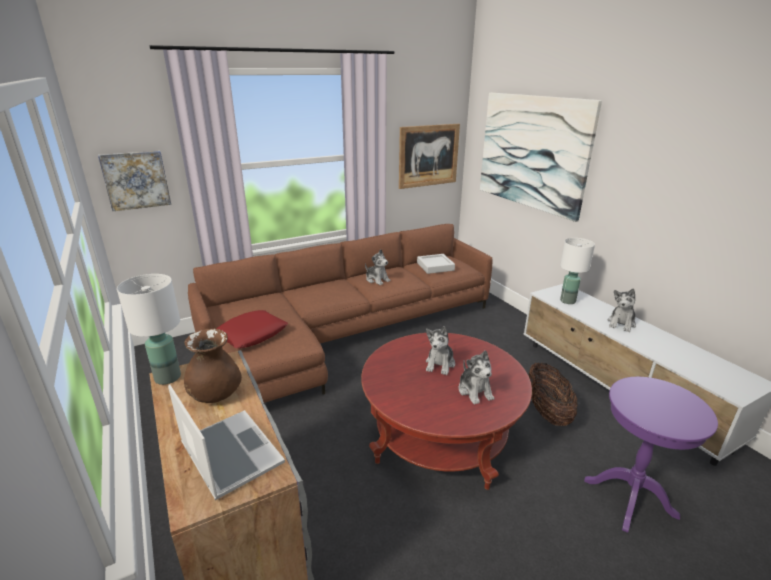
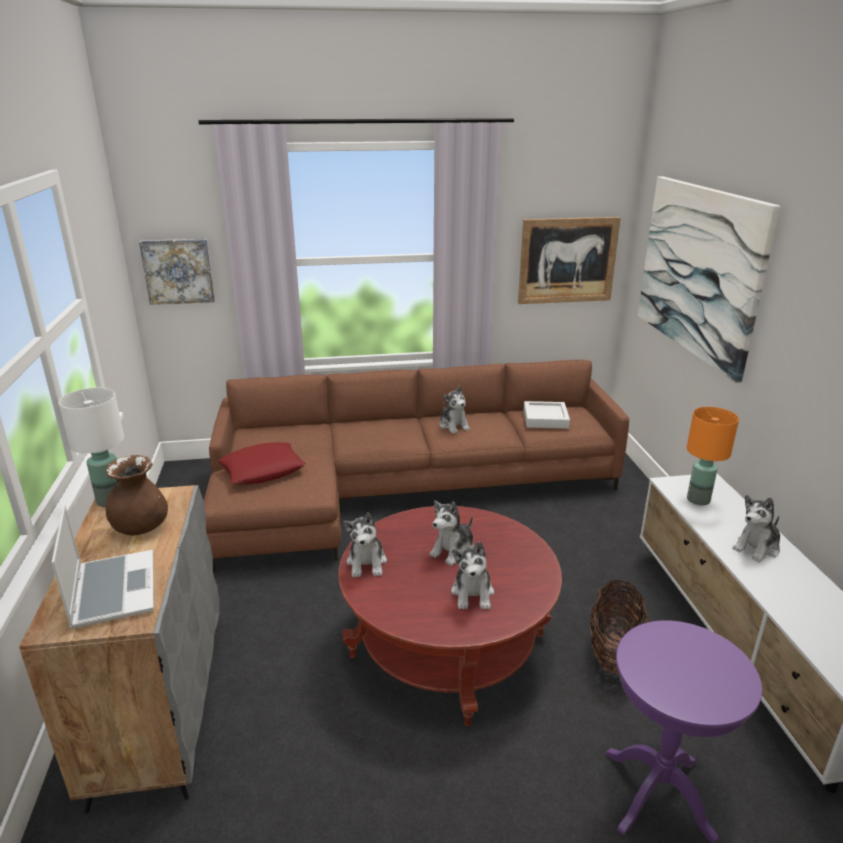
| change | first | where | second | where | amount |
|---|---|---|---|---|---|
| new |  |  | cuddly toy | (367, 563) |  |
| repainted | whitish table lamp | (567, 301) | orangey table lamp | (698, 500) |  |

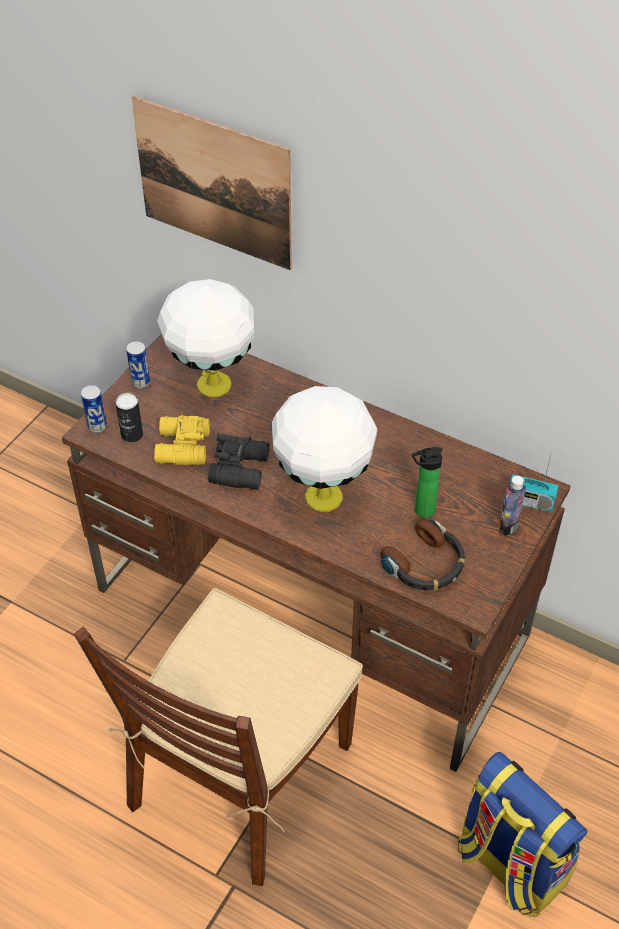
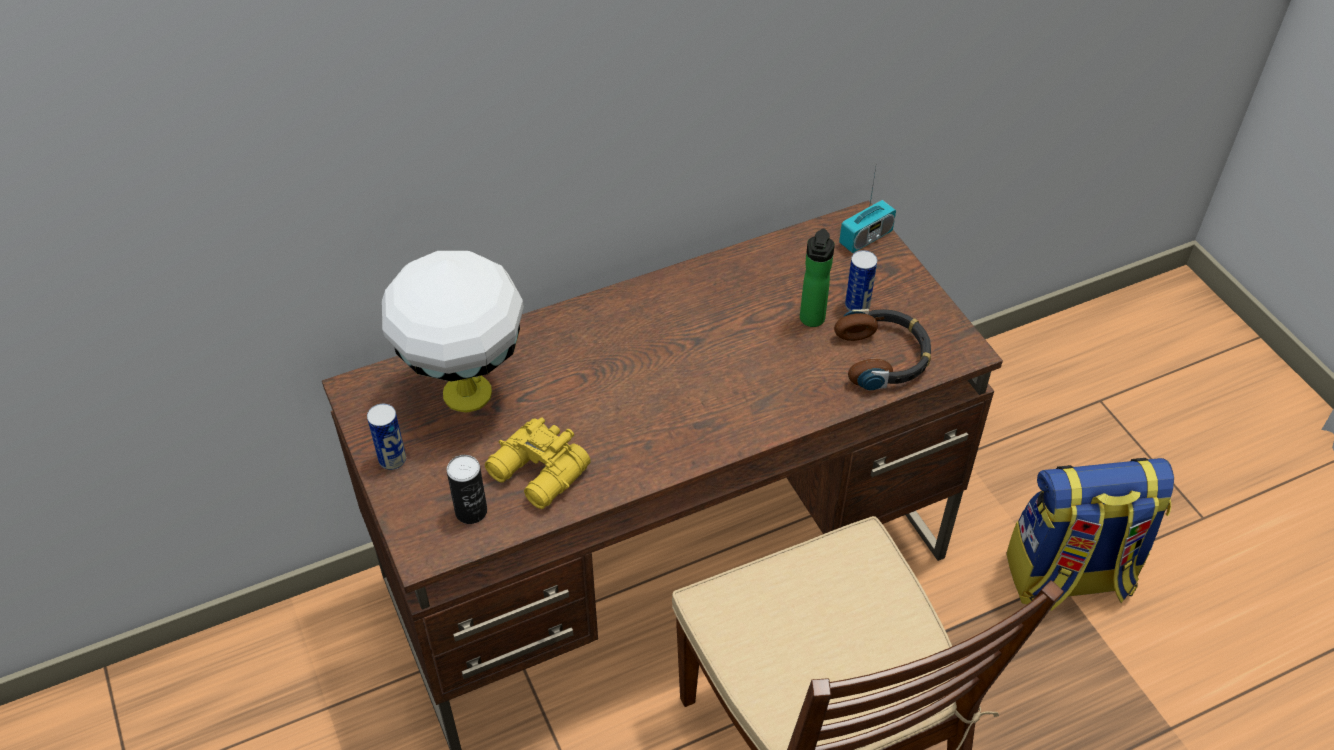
| change | first | where | second | where | amount |
|---|---|---|---|---|---|
| gone | wall picture | (214, 183) |  |  |  |
| gone | blackish field glasses | (241, 468) |  |  |  |
| gone | whitish table lamp | (322, 495) |  |  |  |
| gone | drink bottle | (508, 526) |  |  |  |
| shifted | sealed can | (97, 426) |  | (857, 306) |  |

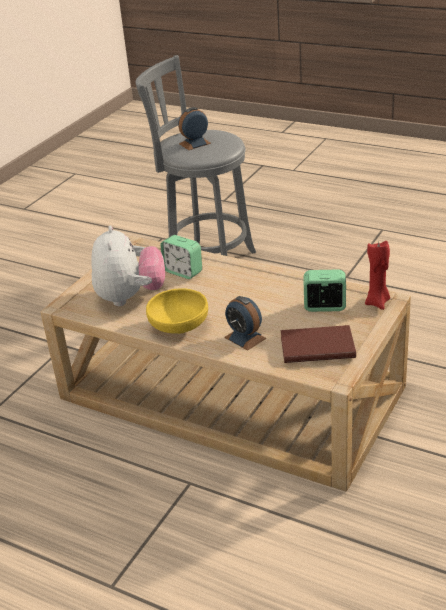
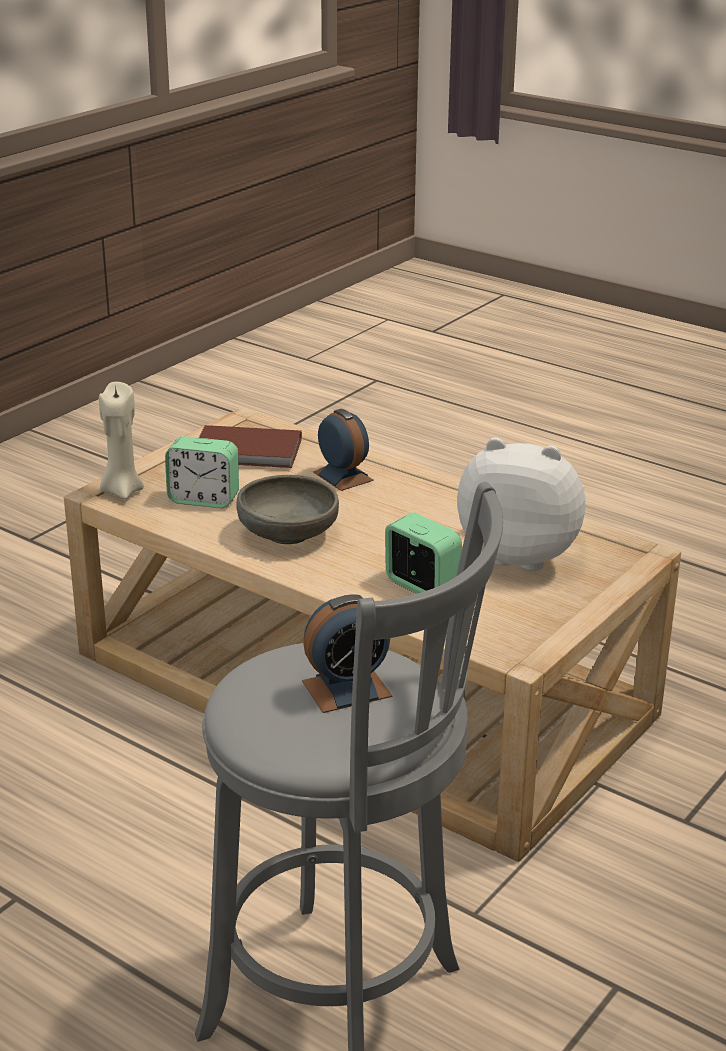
| change | first | where | second | where | amount |
|---|---|---|---|---|---|
| gone | yellowish serving bowl | (179, 326) |  |  |  |
| new |  |  | gray serving bowl | (287, 534) |  |
| repainted | reddish wax light | (377, 302) | beige-coloured wax light | (122, 490) |  |
| rotated | cuddly toy | (130, 297) |  | (521, 554) | 105 degrees clockwise |

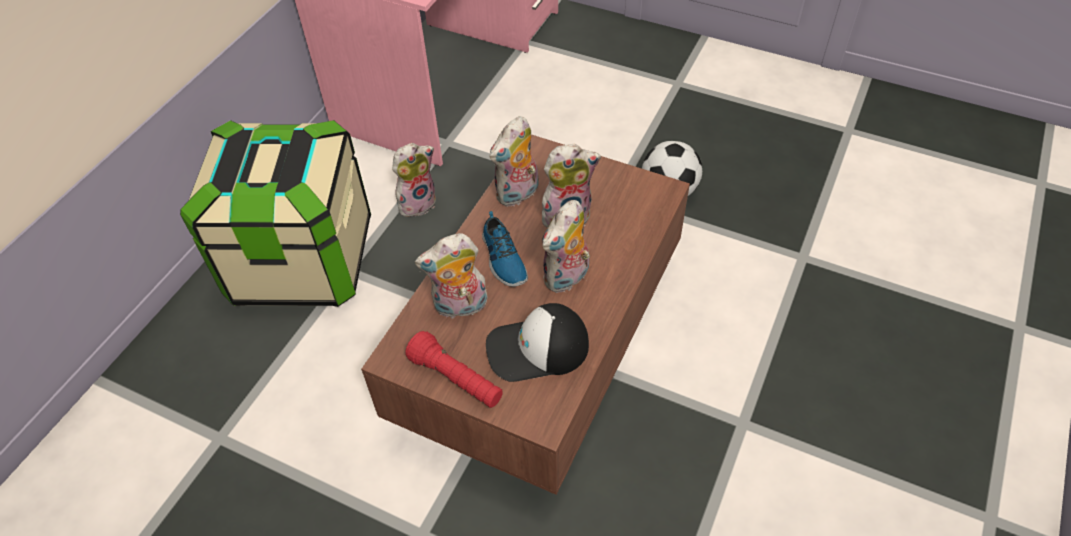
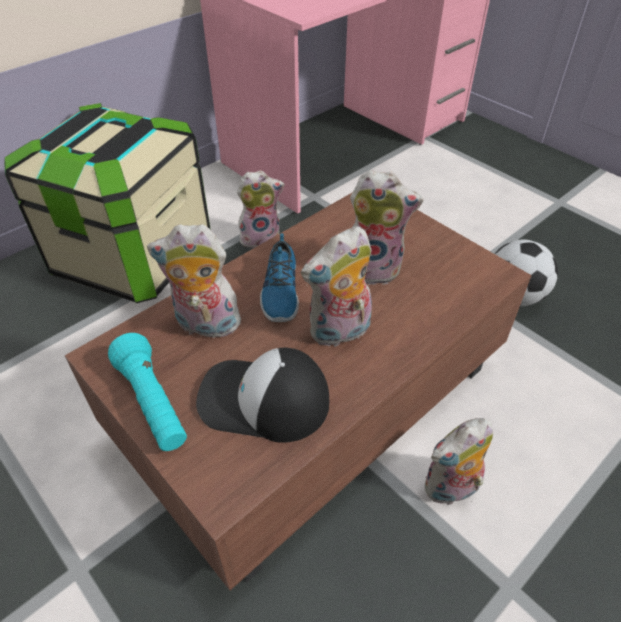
| change | first | where | second | where | amount |
|---|---|---|---|---|---|
| shifted | cuddly toy | (518, 194) |  | (451, 489) |  |
| repainted | reddish flashlight | (456, 379) | turquoise-coloured flashlight | (153, 403) |  |

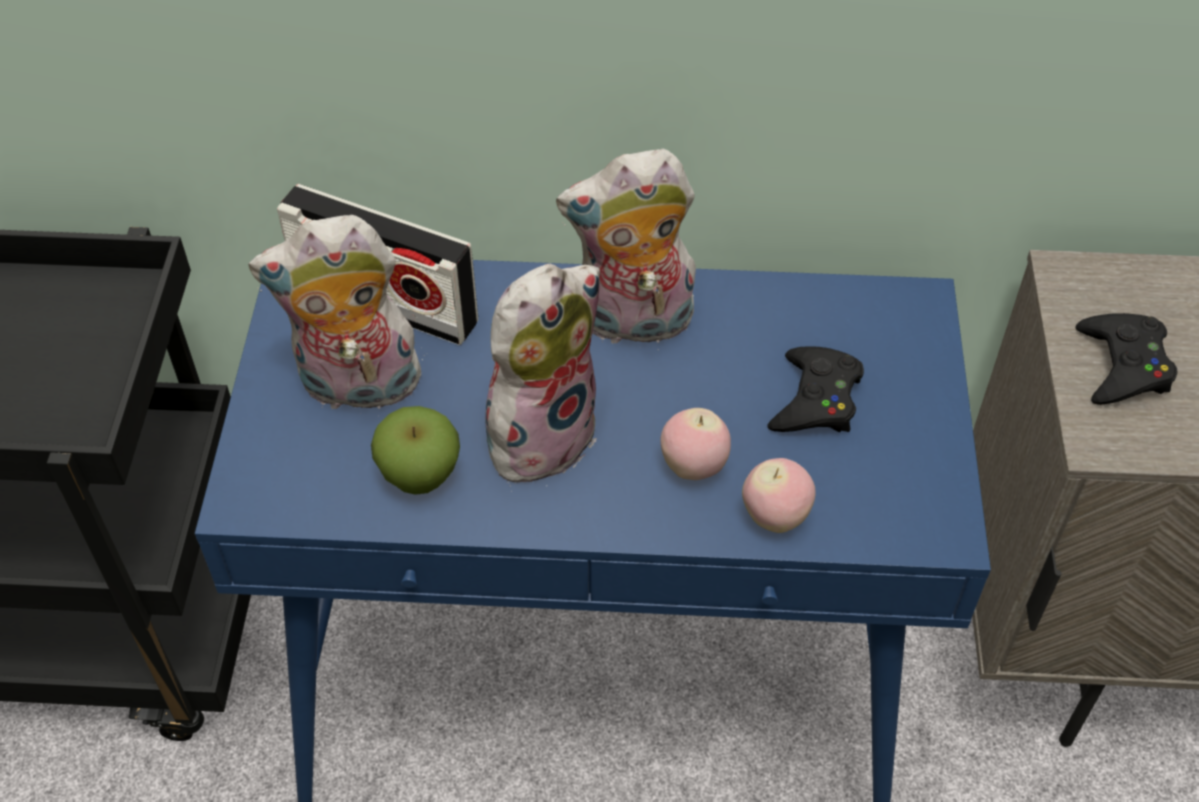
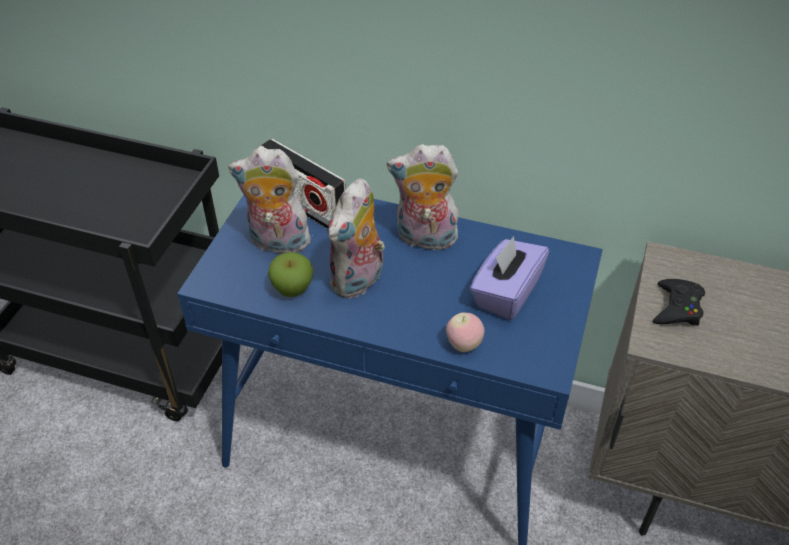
| change | first | where | second | where | amount |
|---|---|---|---|---|---|
| gone | apple | (694, 466) |  |  |  |
| swapped | blackish gamepad | (815, 400) | purple-coloured tissue box | (506, 293) |  |
| rotated | cuddly toy | (540, 433) |  | (359, 281) | 150 degrees clockwise |

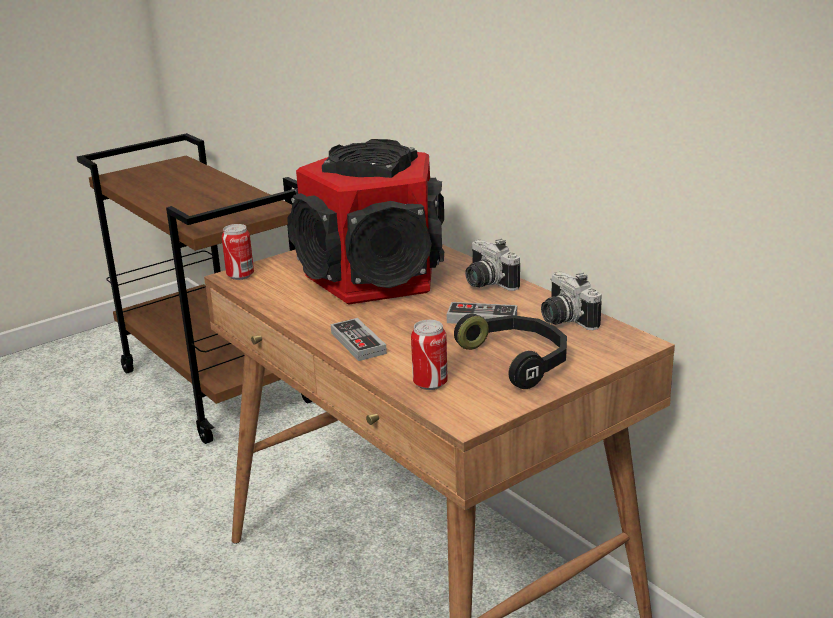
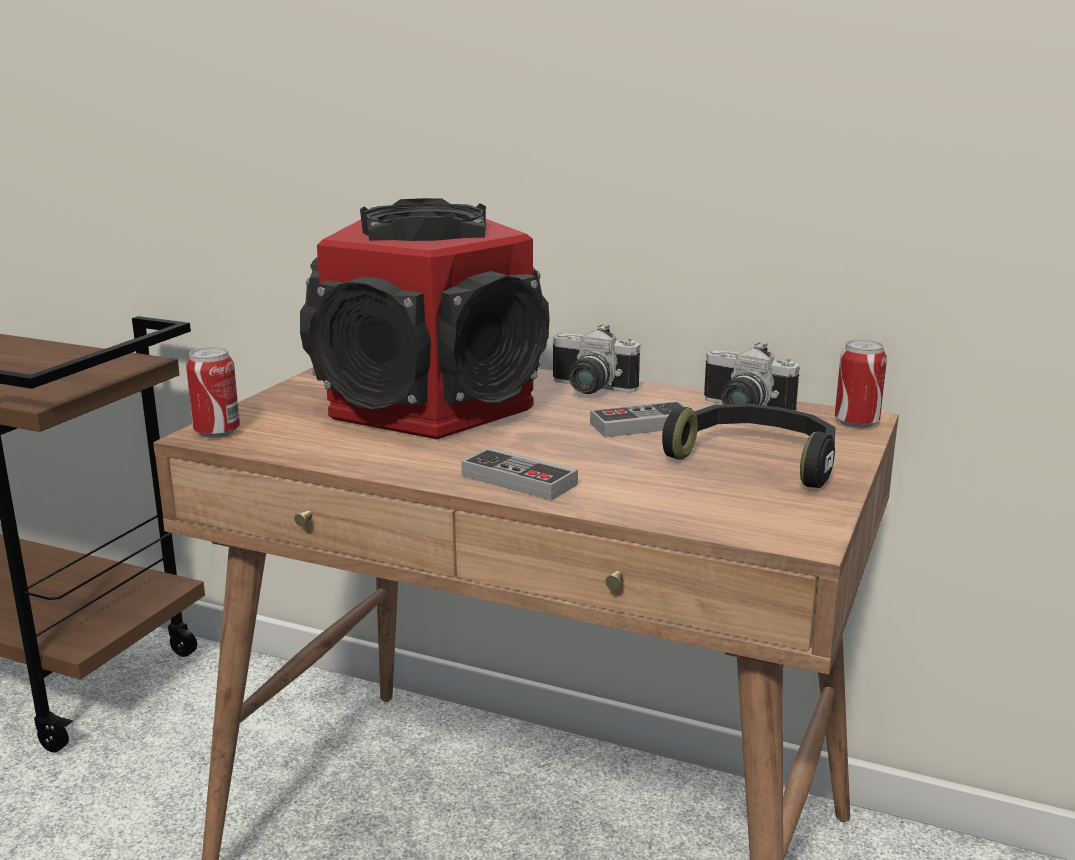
| change | first | where | second | where | amount |
|---|---|---|---|---|---|
| shifted | sealed can | (430, 383) |  | (856, 422) |  |

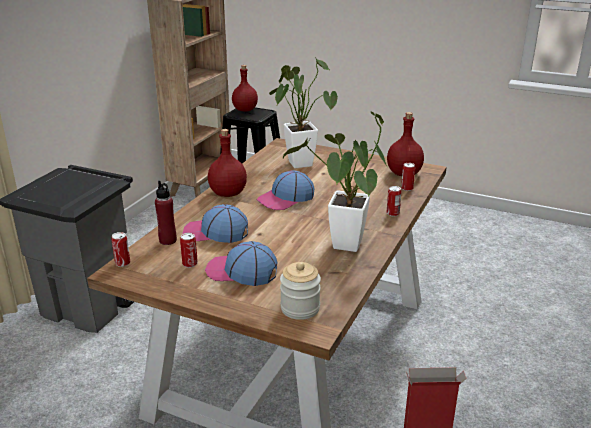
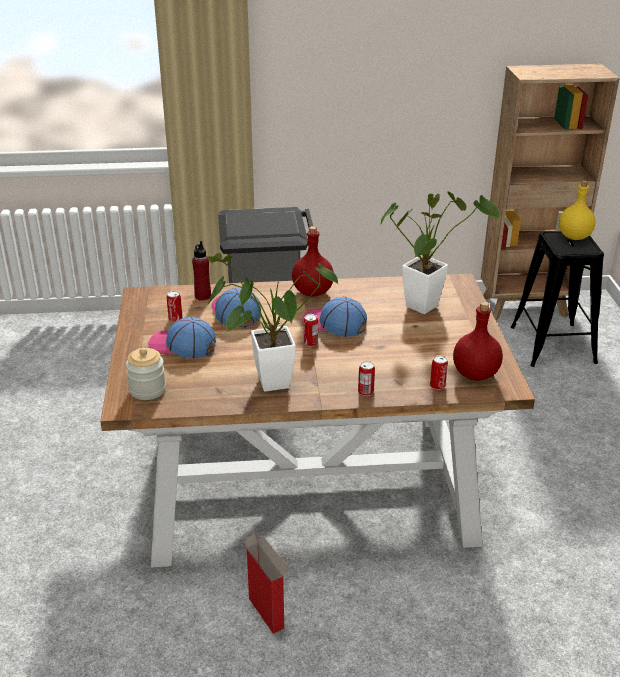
| change | first | where | second | where | amount |
|---|---|---|---|---|---|
| shifted | sealed can | (122, 263) |  | (310, 343) |  |
| repainted | reddish drink bottle | (245, 110) | yellowish drink bottle | (574, 237) |  |
| rotated | cap | (241, 271) |  | (182, 345) | 60 degrees counterclockwise |

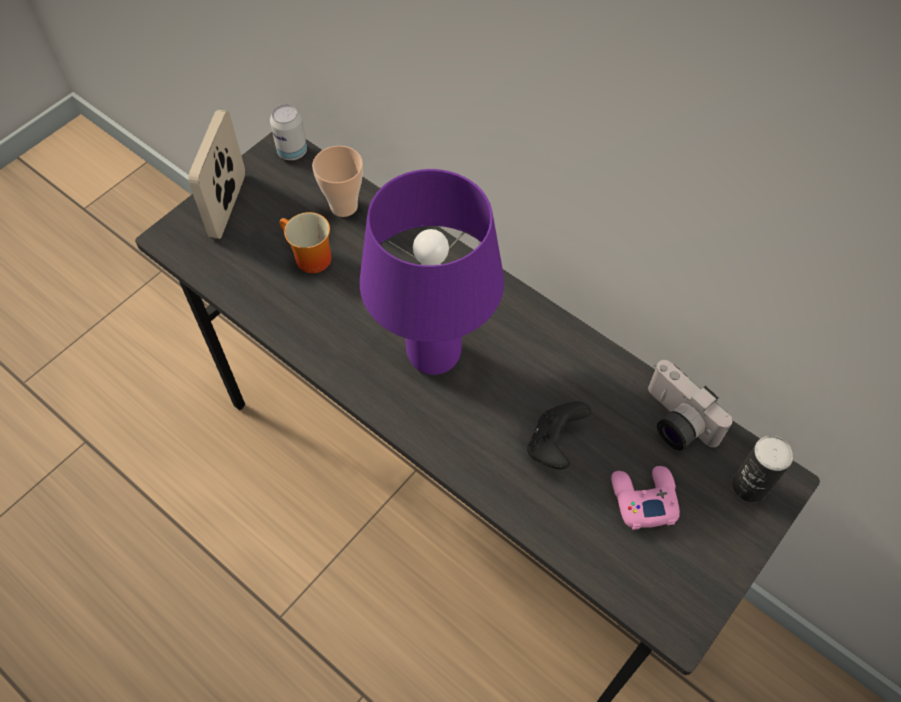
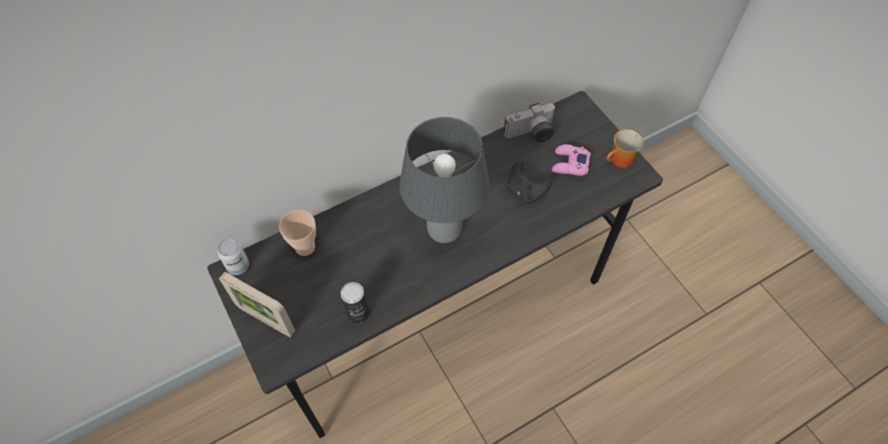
| change | first | where | second | where | amount |
|---|---|---|---|---|---|
| shifted | coffee mug | (308, 259) |  | (620, 161) |  |
| shifted | sealed can | (749, 486) |  | (358, 314) |  |
| repainted | purple-coloured table lamp | (433, 357) | gray table lamp | (445, 231) |  |

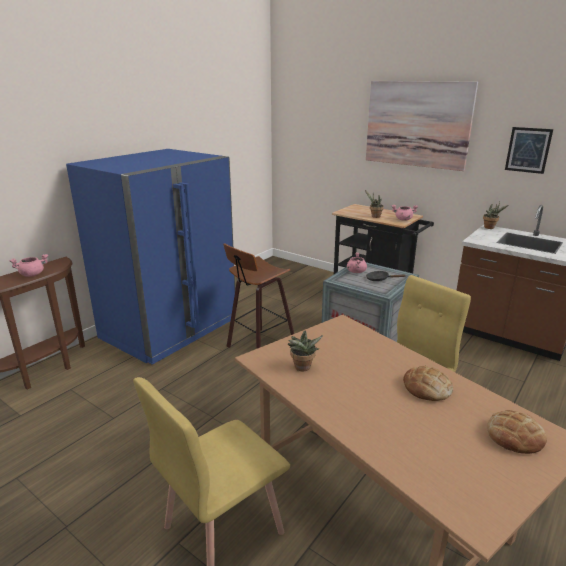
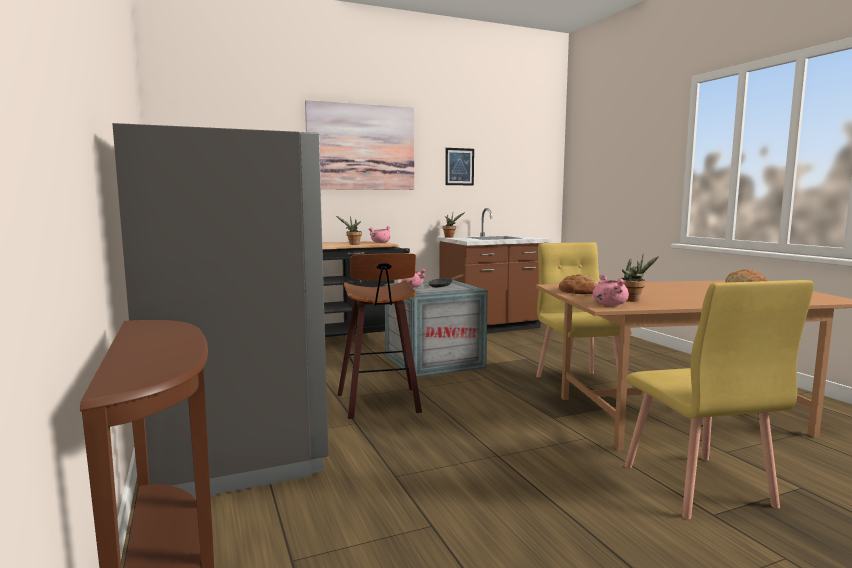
| change | first | where | second | where | amount |
|---|---|---|---|---|---|
| shifted | pink-coloured stockpot | (32, 274) |  | (609, 304) |  |
| shifted | bread | (427, 388) |  | (579, 291) |  |
| repainted | bluish refrigerator | (170, 329) | gray refrigerator | (235, 444) |  |

